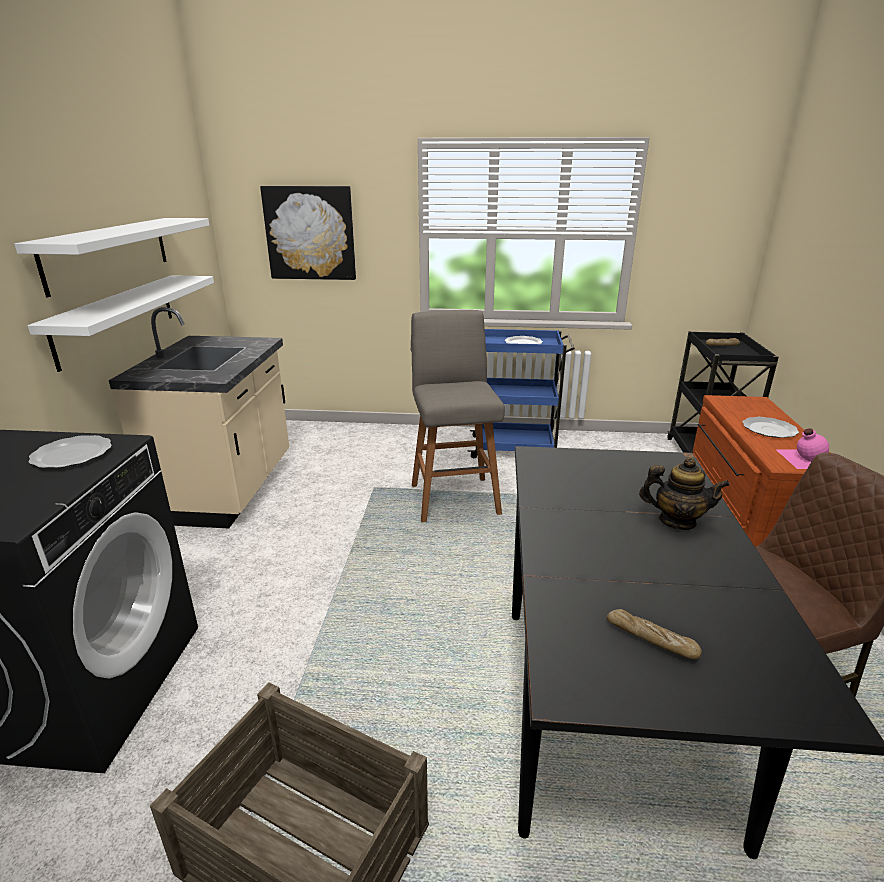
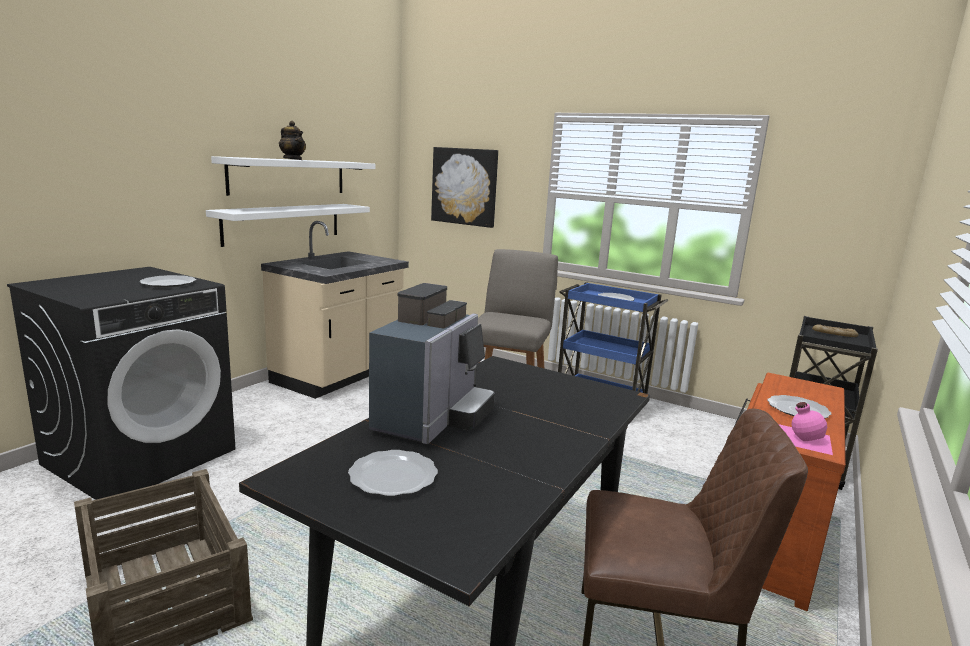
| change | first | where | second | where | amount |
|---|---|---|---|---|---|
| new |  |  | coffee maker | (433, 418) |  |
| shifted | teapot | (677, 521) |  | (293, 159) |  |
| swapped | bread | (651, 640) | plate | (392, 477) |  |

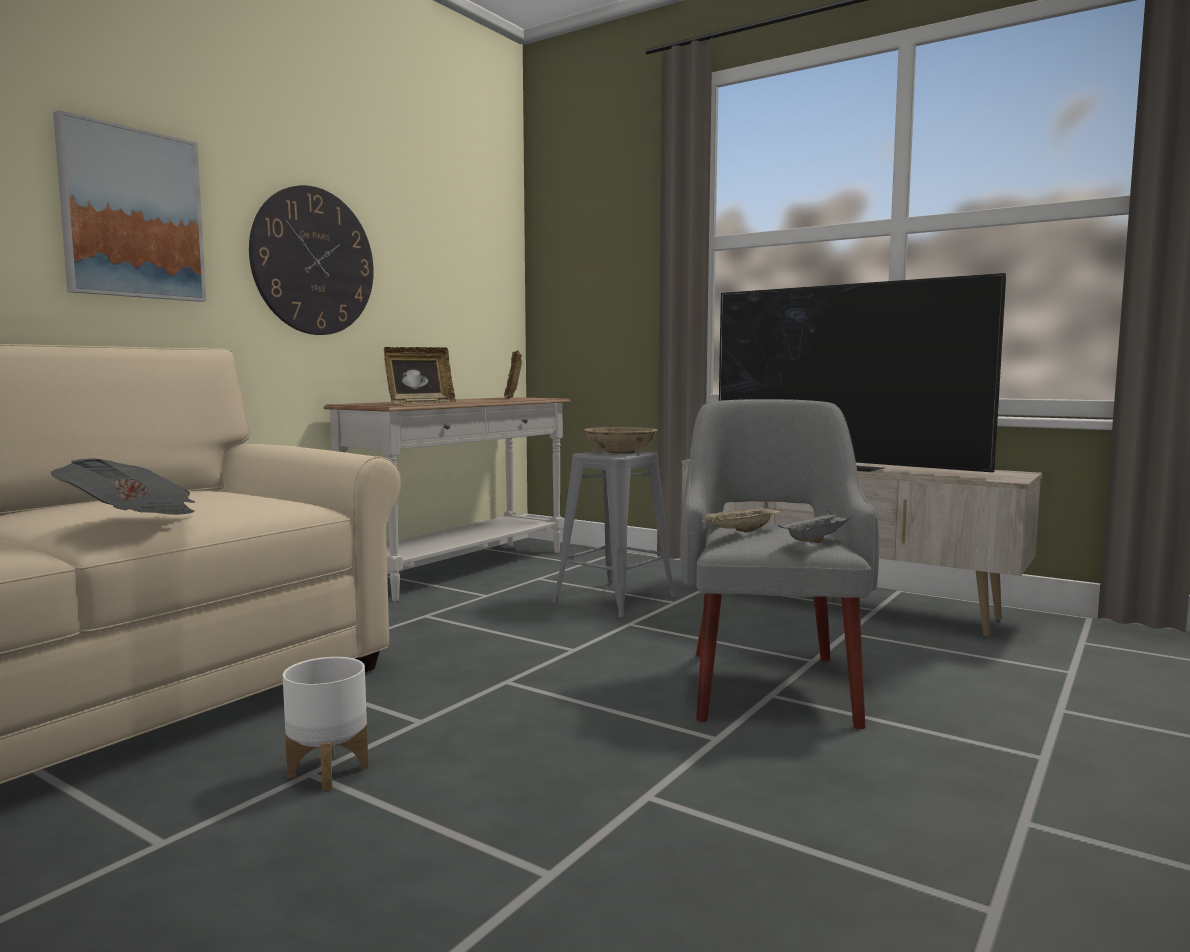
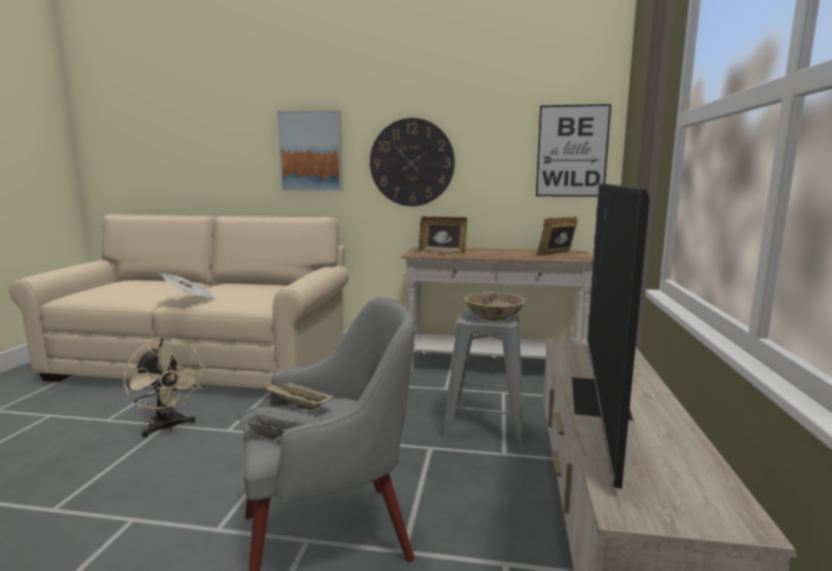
| change | first | where | second | where | amount |
|---|---|---|---|---|---|
| new |  |  | wall picture | (572, 151) |  |
| swapped | whitish flower pot | (327, 771) | beige-coloured electric fan | (168, 427) |  |

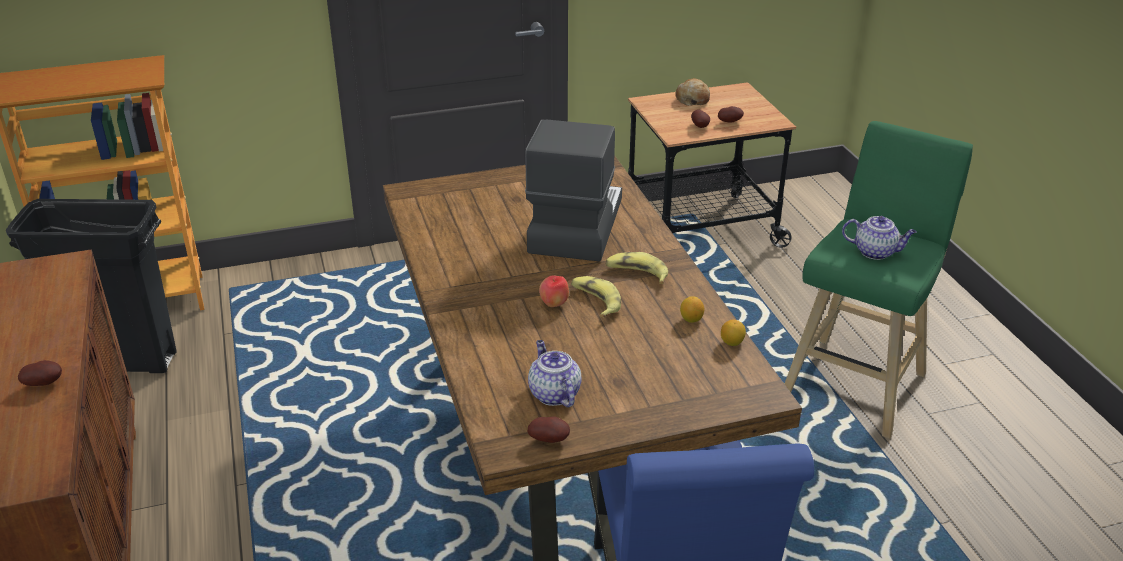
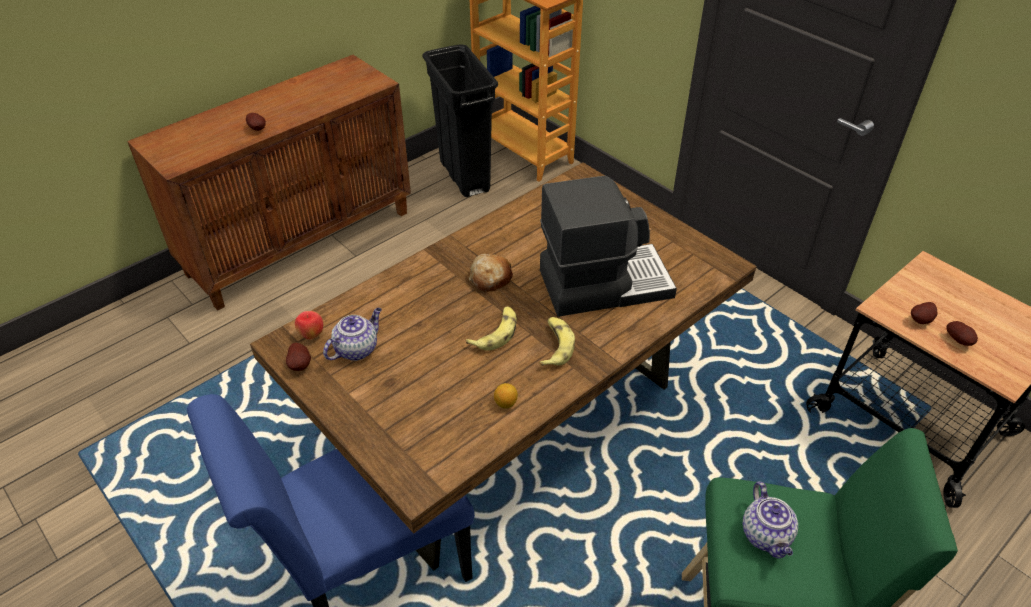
| change | first | where | second | where | amount |
|---|---|---|---|---|---|
| gone | citrus fruit | (732, 342) |  |  |  |
| shifted | apple | (554, 304) |  | (312, 335) |  |
| shifted | bread | (692, 99) |  | (490, 278) |  |

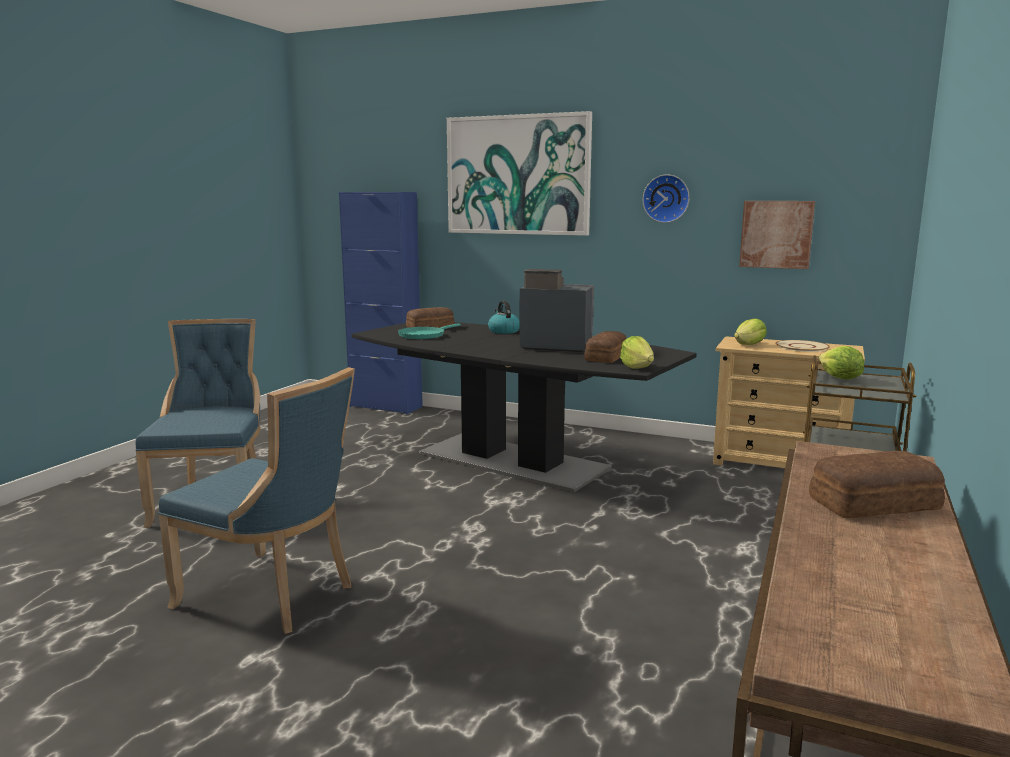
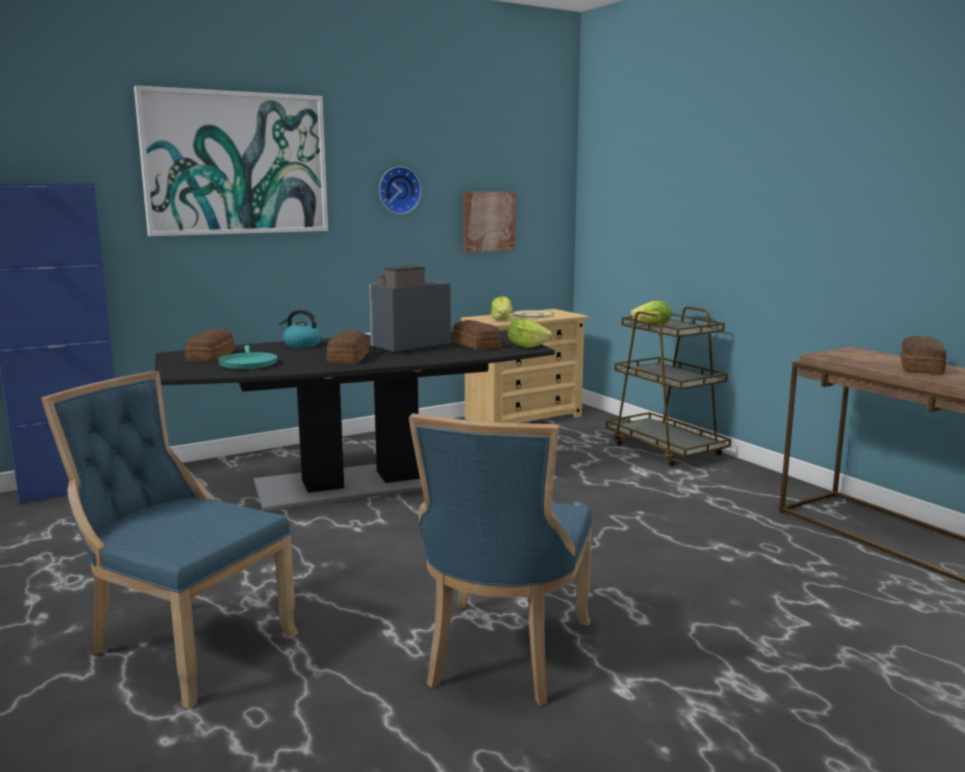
| change | first | where | second | where | amount |
|---|---|---|---|---|---|
| new |  |  | bread | (347, 358) |  |
| rotated | bluish upright chair | (273, 595) |  | (503, 655) | 135 degrees clockwise |

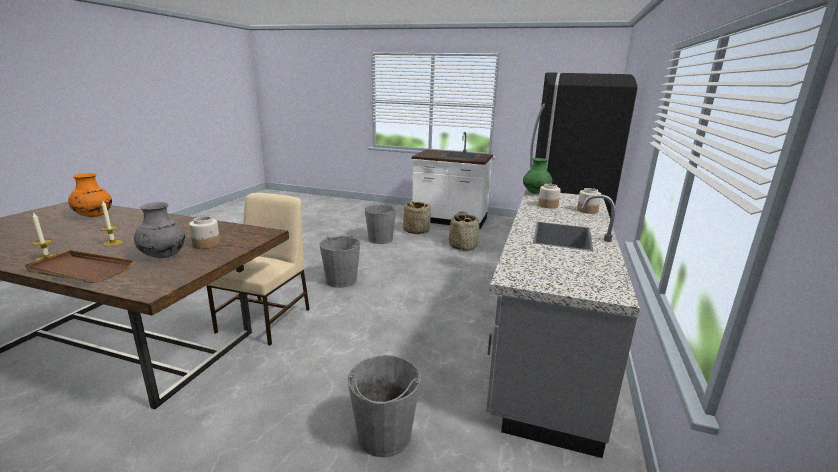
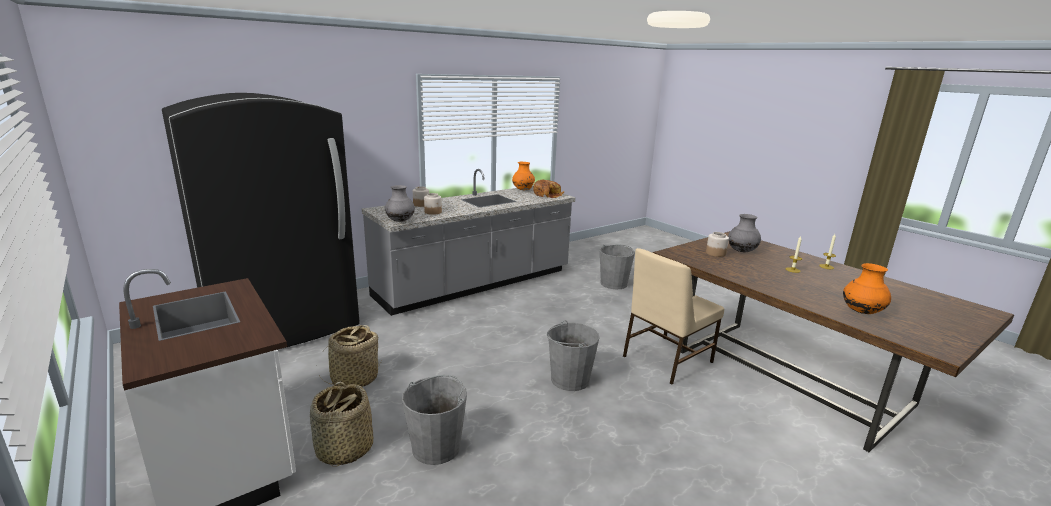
| change | first | where | second | where | amount |
|---|---|---|---|---|---|
| gone | brown-coloured serving tray | (79, 270) |  |  |  |
| new |  |  | orangey decorative vase | (523, 190) |  |
| new |  |  | bread | (547, 194) |  |
| repainted | greenish decorative vase | (536, 193) | gray decorative vase | (400, 221) |  |

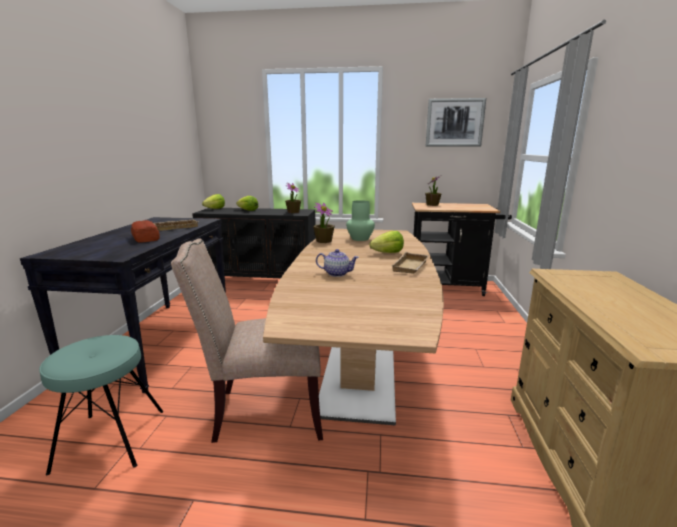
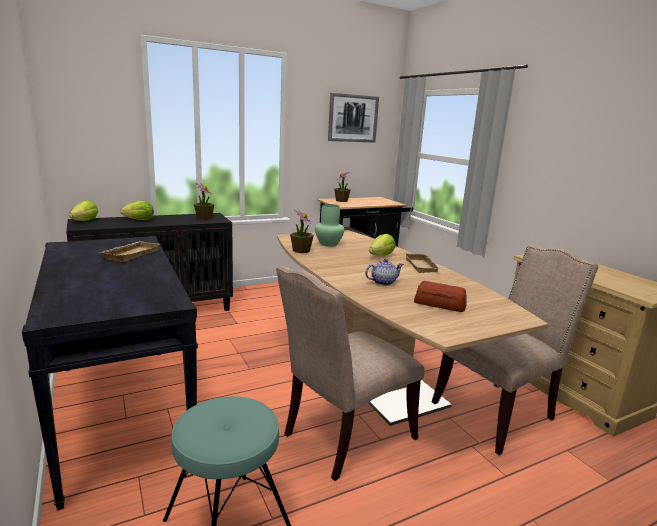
| change | first | where | second | where | amount |
|---|---|---|---|---|---|
| new |  |  | beige-coloured upright chair | (498, 412) |  |
| shifted | bread | (145, 238) |  | (440, 304) |  |

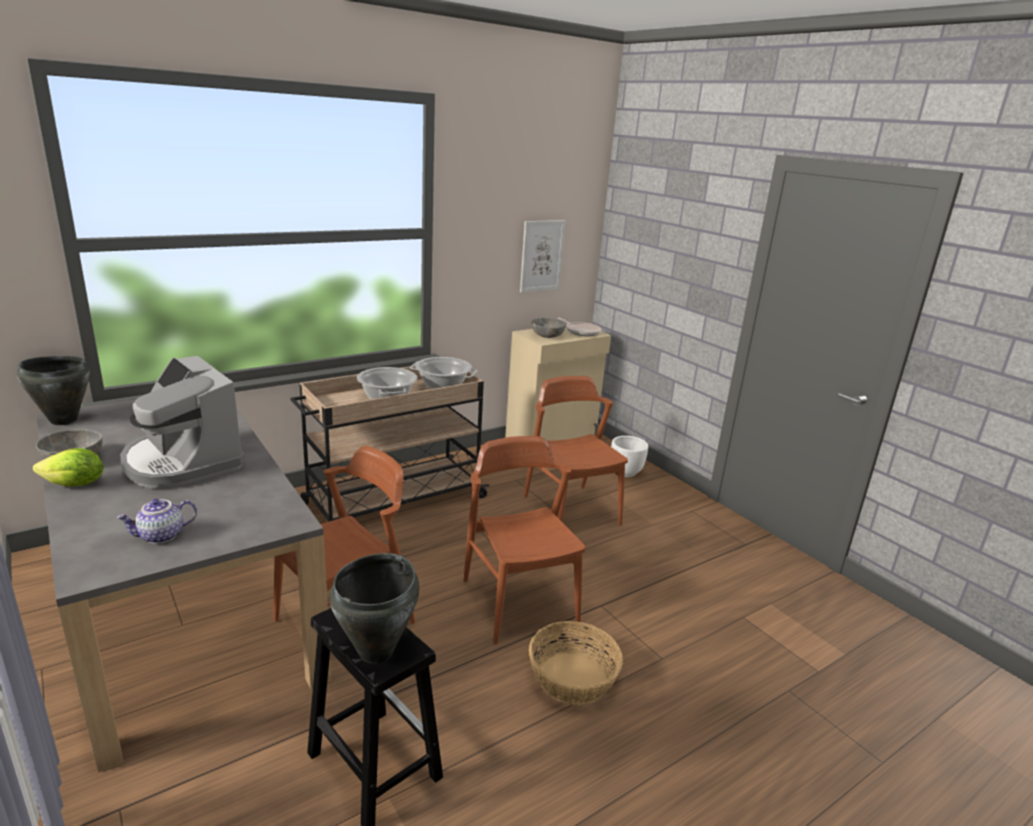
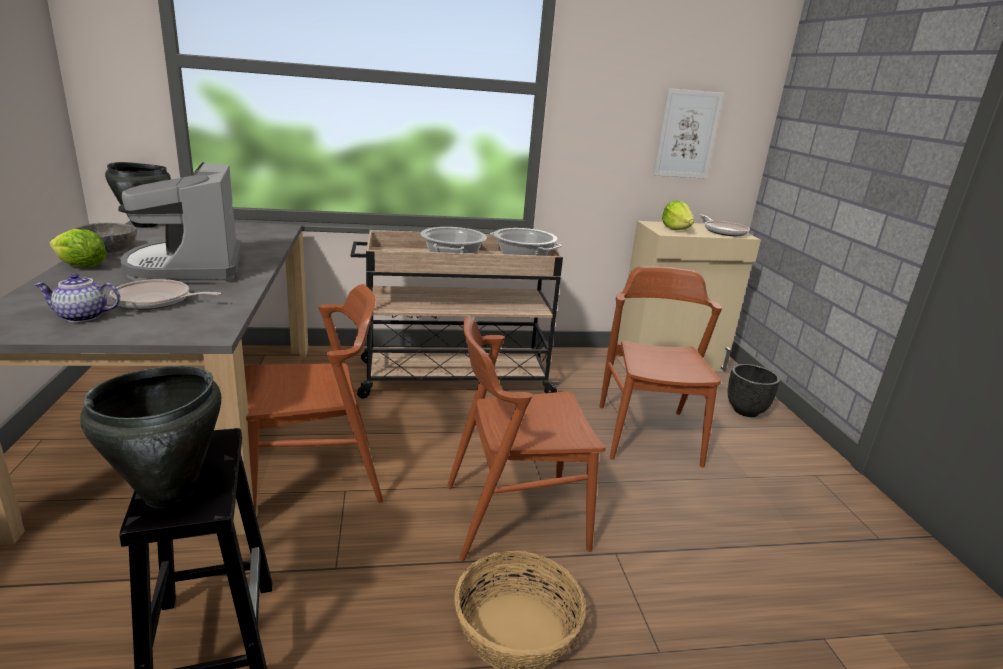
| change | first | where | second | where | amount |
|---|---|---|---|---|---|
| new |  |  | skillet | (156, 301) |  |
| swapped | gray serving bowl | (547, 336) | lettuce head | (676, 229) |  |
| repainted | whitish flower pot | (626, 473) | blackish flower pot | (746, 411) |  |
| rotated | brown-coloured upright chair | (519, 601) |  | (514, 516) | 105 degrees counterclockwise |

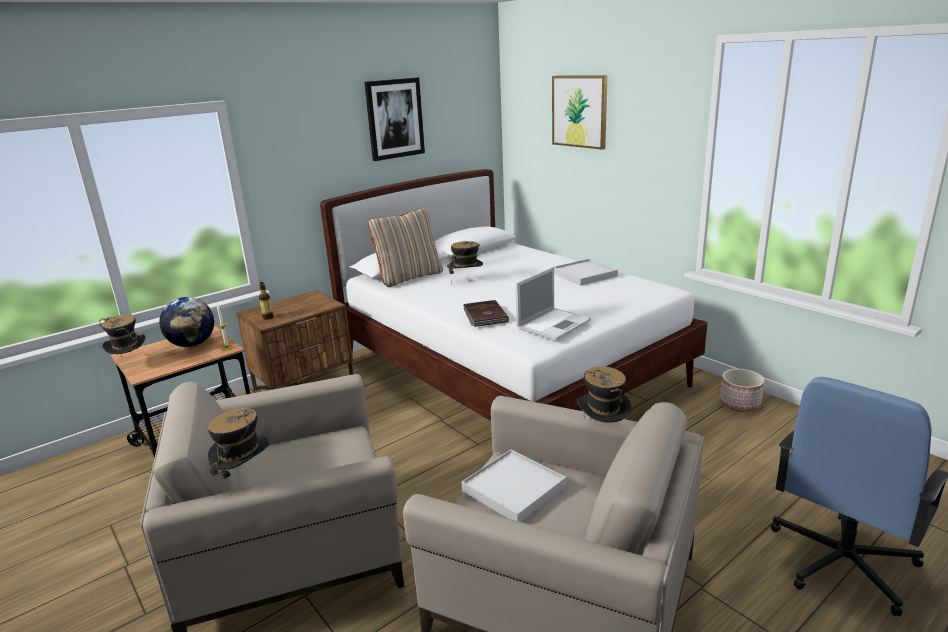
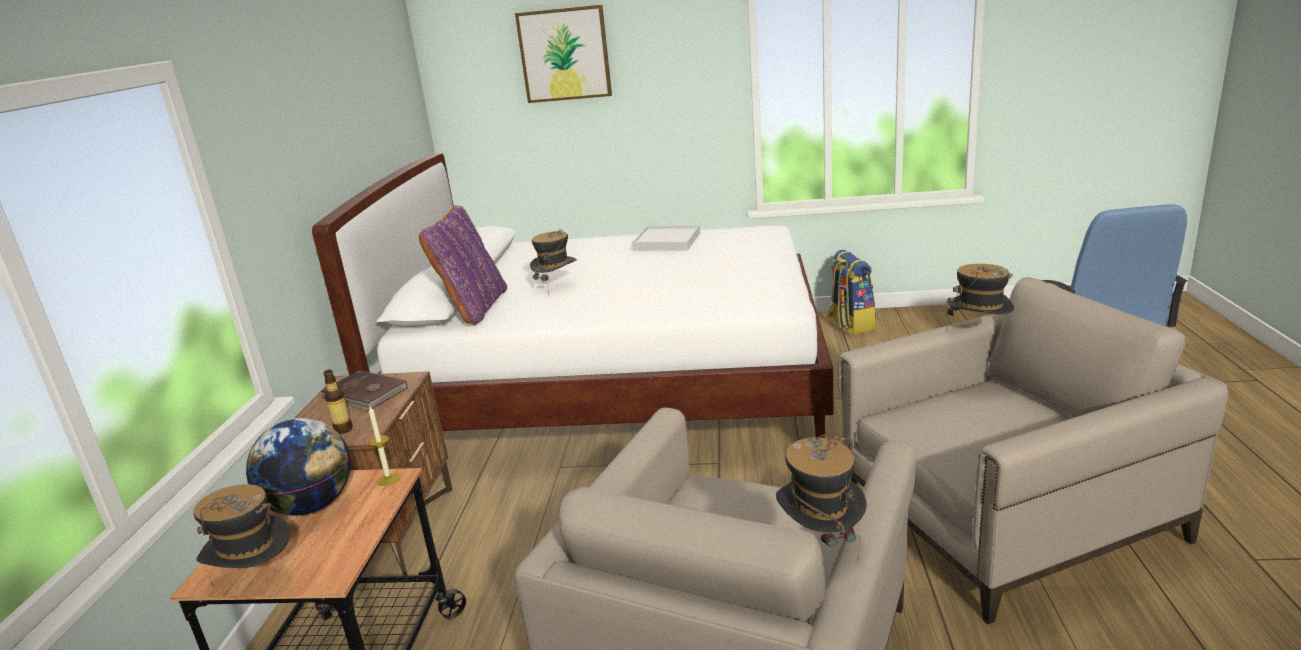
| change | first | where | second | where | amount |
|---|---|---|---|---|---|
| gone | wall picture | (394, 119) |  |  |  |
| gone | whitish serving tray | (514, 489) |  |  |  |
| gone | portable computer | (554, 324) |  |  |  |
| shifted | brown-coloured volume | (484, 316) |  | (365, 394) |  |
| swapped | flower pot | (739, 403) | knapsack | (850, 324) |  |
| repainted | beige-coloured throw pillow | (409, 277) | purple-coloured throw pillow | (474, 308) |  |

